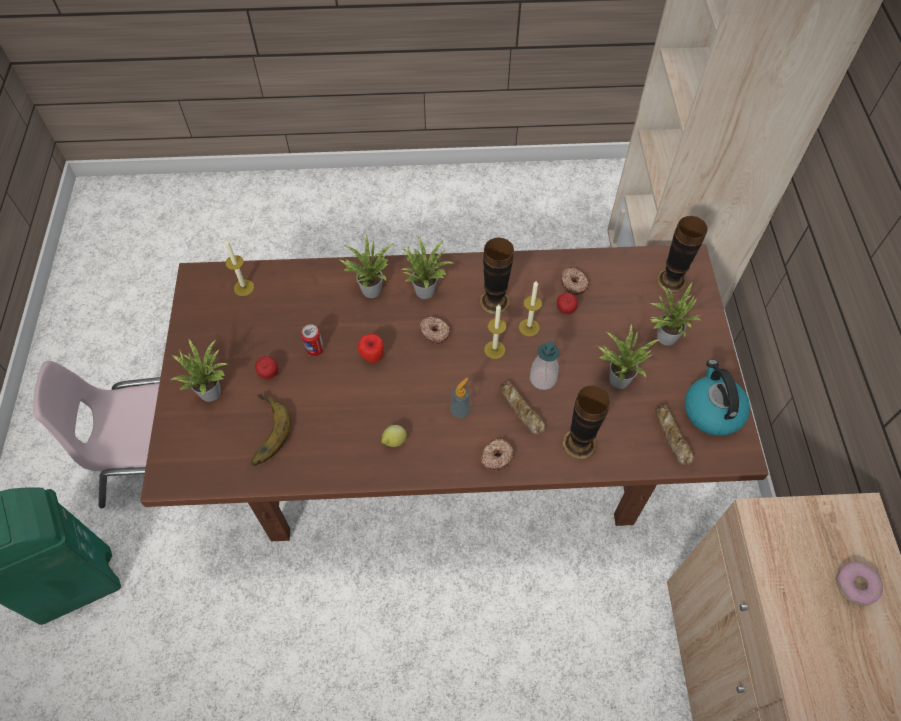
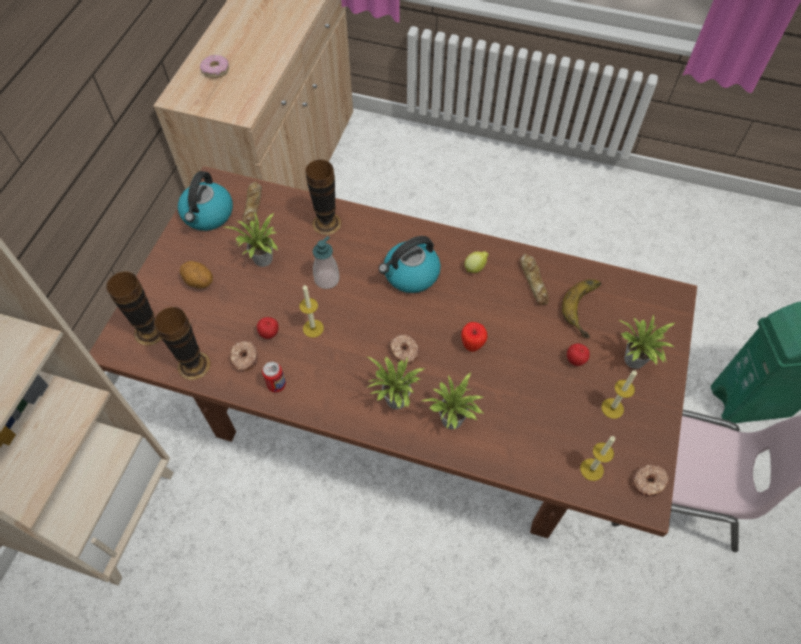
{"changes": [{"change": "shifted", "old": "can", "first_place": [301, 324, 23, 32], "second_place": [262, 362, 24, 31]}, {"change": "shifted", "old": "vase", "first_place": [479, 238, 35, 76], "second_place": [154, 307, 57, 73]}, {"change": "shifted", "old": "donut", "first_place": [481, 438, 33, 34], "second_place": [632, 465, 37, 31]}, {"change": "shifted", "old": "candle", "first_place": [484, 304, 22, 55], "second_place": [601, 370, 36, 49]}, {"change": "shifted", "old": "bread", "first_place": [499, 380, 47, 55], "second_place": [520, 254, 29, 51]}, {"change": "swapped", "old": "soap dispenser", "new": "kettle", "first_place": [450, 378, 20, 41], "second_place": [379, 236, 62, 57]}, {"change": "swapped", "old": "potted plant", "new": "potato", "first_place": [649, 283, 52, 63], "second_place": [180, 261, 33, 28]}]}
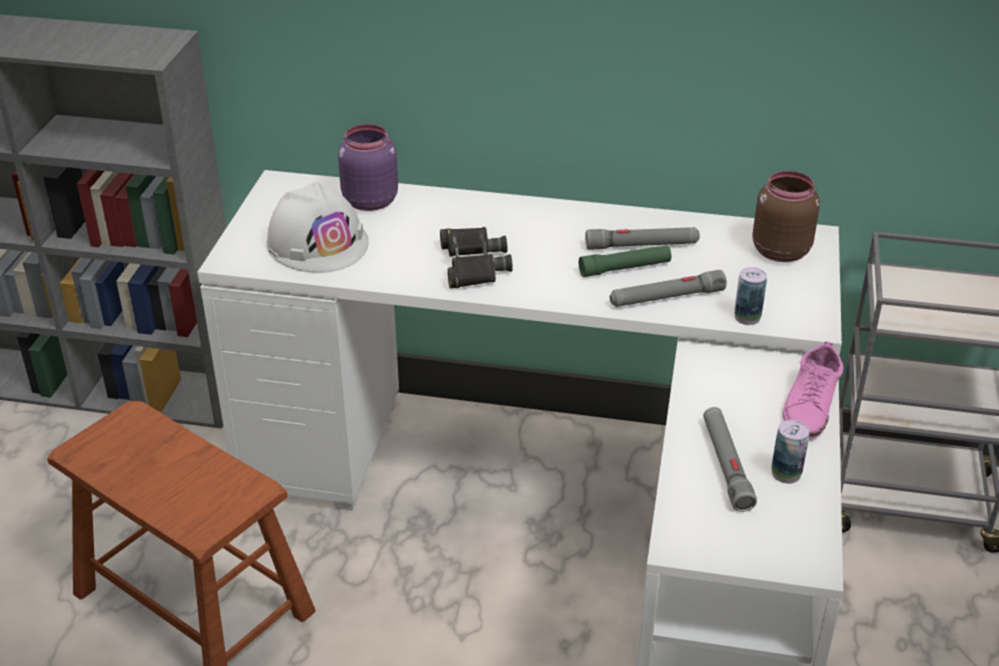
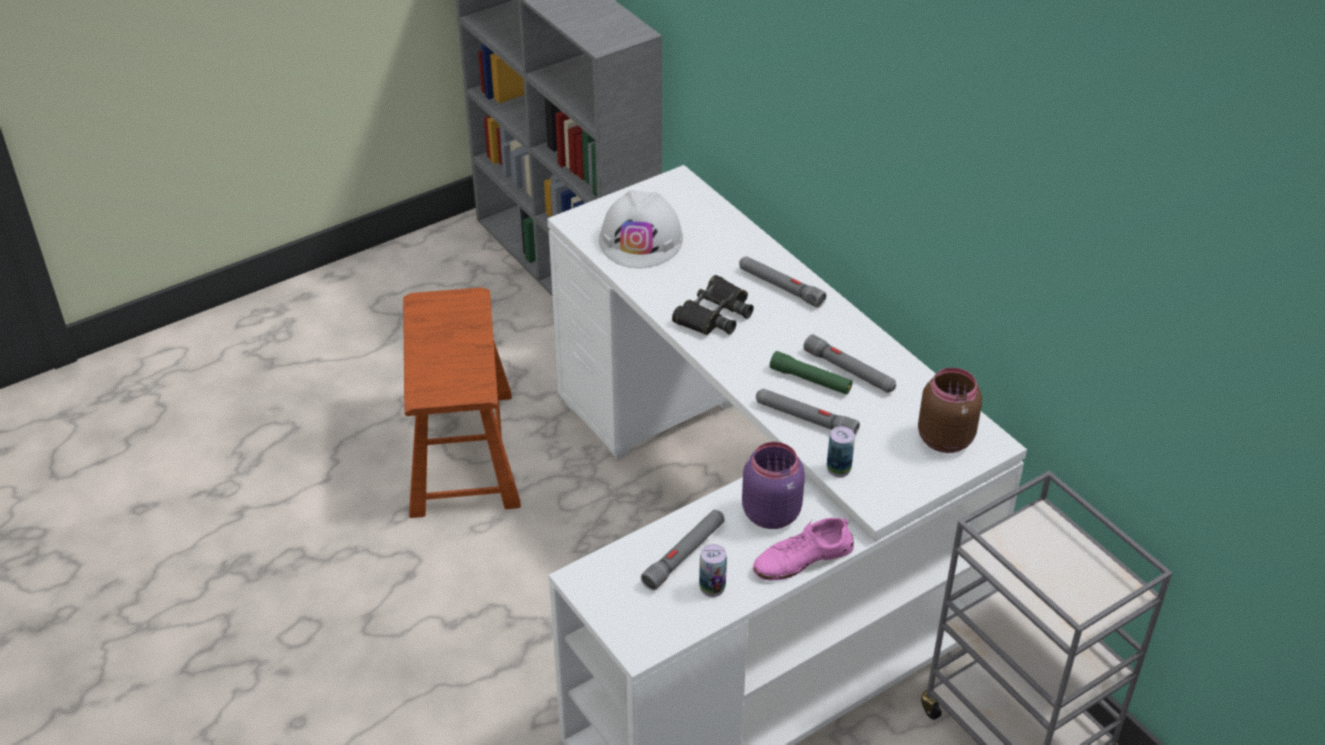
{"changes": [{"change": "new", "new": "grey flashlight", "second_place": [739, 256, 87, 52]}, {"change": "shifted", "old": "purple jar", "first_place": [338, 124, 60, 87], "second_place": [742, 442, 63, 87]}]}
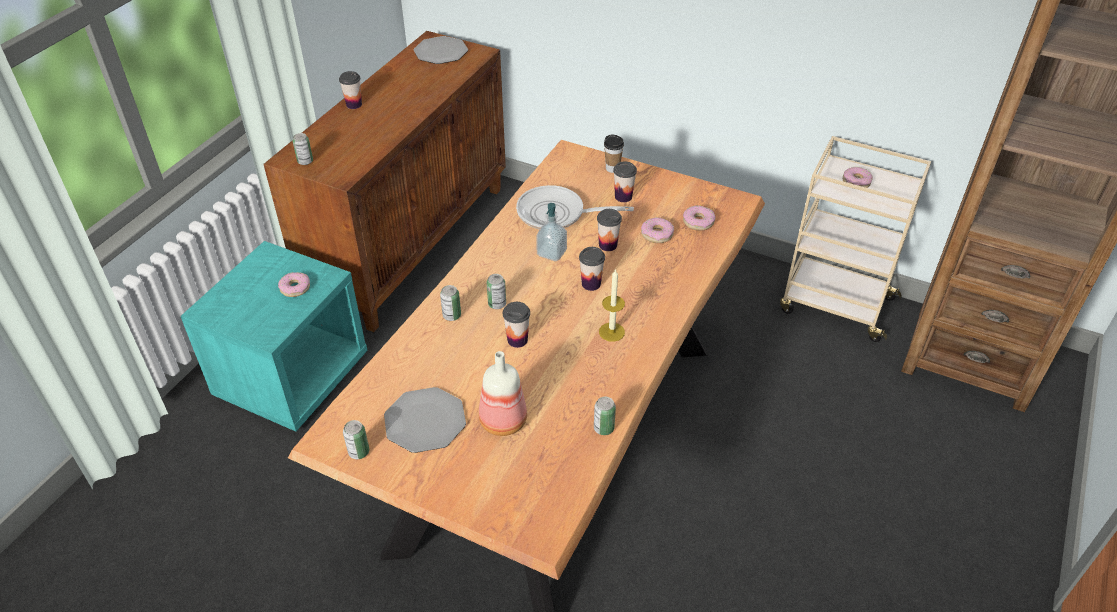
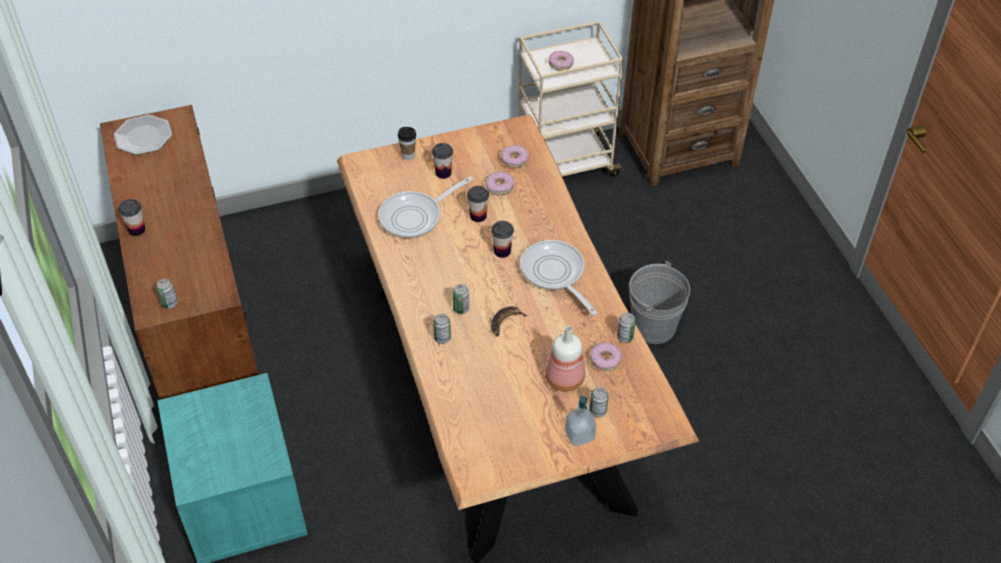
{"changes": [{"change": "gone", "old": "plate", "first_place": [384, 387, 82, 66]}, {"change": "new", "new": "grey bucket", "second_place": [629, 261, 61, 83]}, {"change": "shifted", "old": "donut", "first_place": [278, 272, 32, 25], "second_place": [590, 342, 32, 29]}, {"change": "shifted", "old": "can", "first_place": [343, 420, 27, 39], "second_place": [589, 387, 19, 31]}, {"change": "shifted", "old": "soap dispenser", "first_place": [536, 203, 31, 58], "second_place": [565, 396, 31, 50]}, {"change": "swapped", "old": "cup", "new": "banana", "first_place": [503, 302, 27, 46], "second_place": [491, 306, 36, 30]}, {"change": "swapped", "old": "candle", "new": "frying pan", "first_place": [599, 269, 26, 73], "second_place": [520, 240, 77, 75]}]}
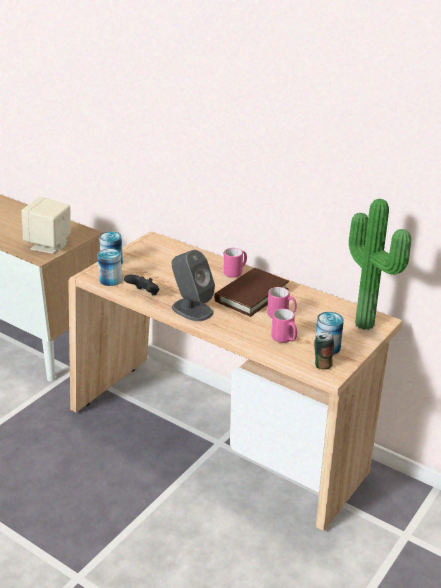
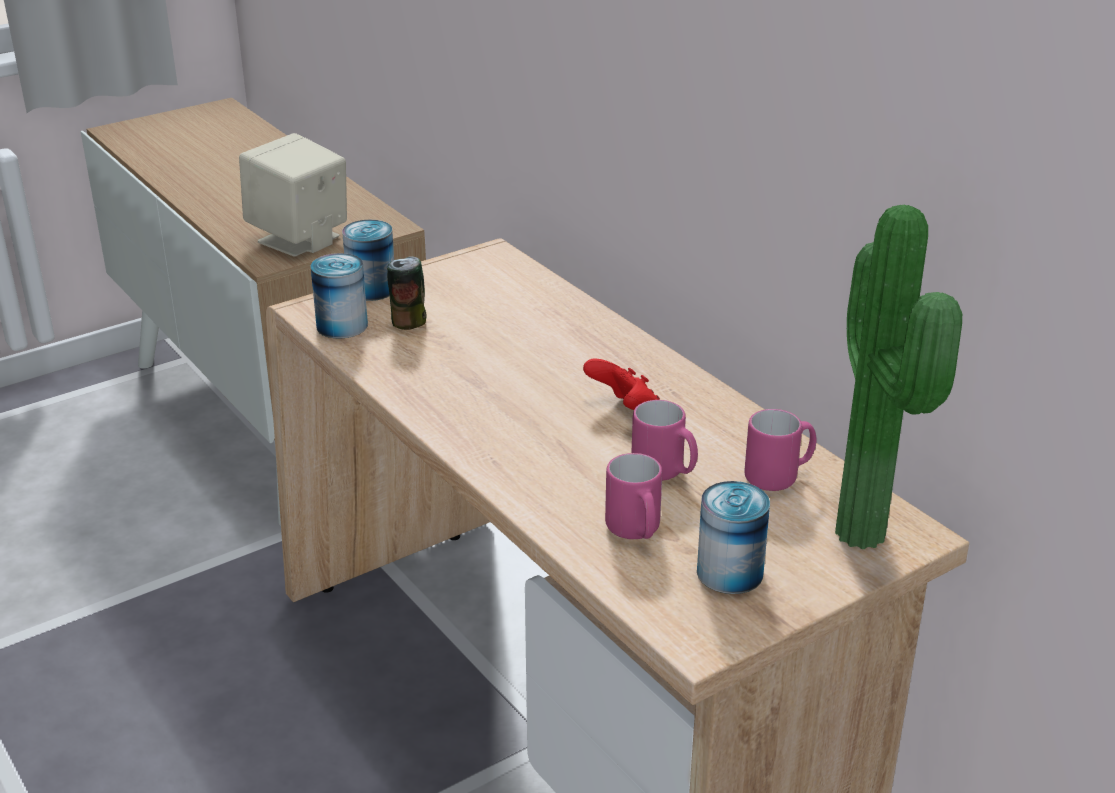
{"changes": [{"change": "gone", "old": "black game controller", "first_place": [124, 275, 35, 21]}, {"change": "gone", "old": "grey speaker", "first_place": [172, 250, 43, 71]}, {"change": "shifted", "old": "pink mug", "first_place": [223, 248, 24, 30], "second_place": [744, 409, 72, 82]}, {"change": "shifted", "old": "can", "first_place": [314, 331, 20, 39], "second_place": [387, 256, 40, 74]}, {"change": "swapped", "old": "brown book", "new": "red game controller", "first_place": [214, 268, 75, 49], "second_place": [583, 358, 77, 52]}]}
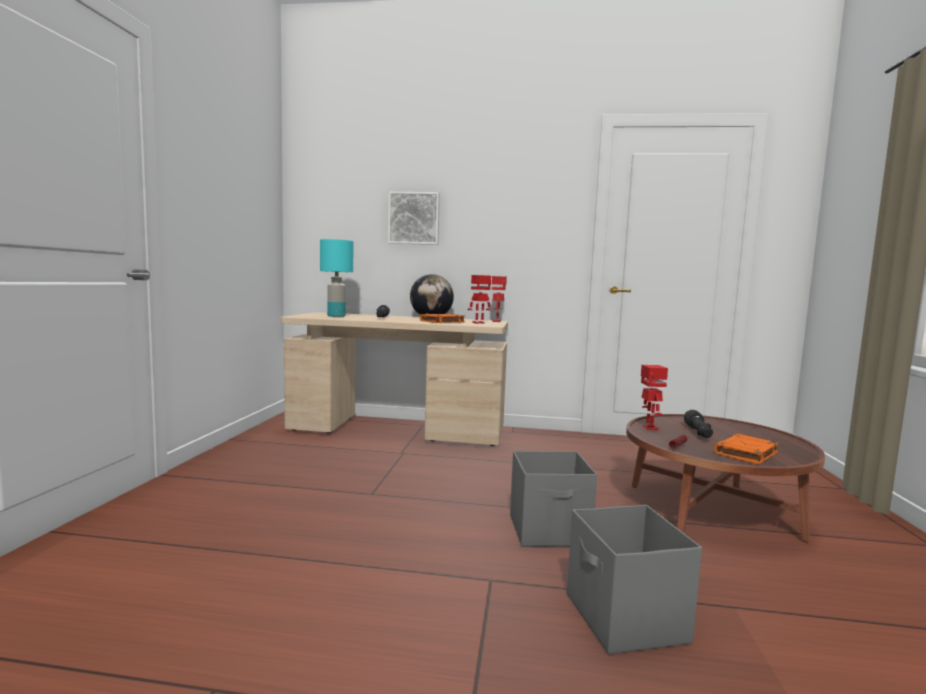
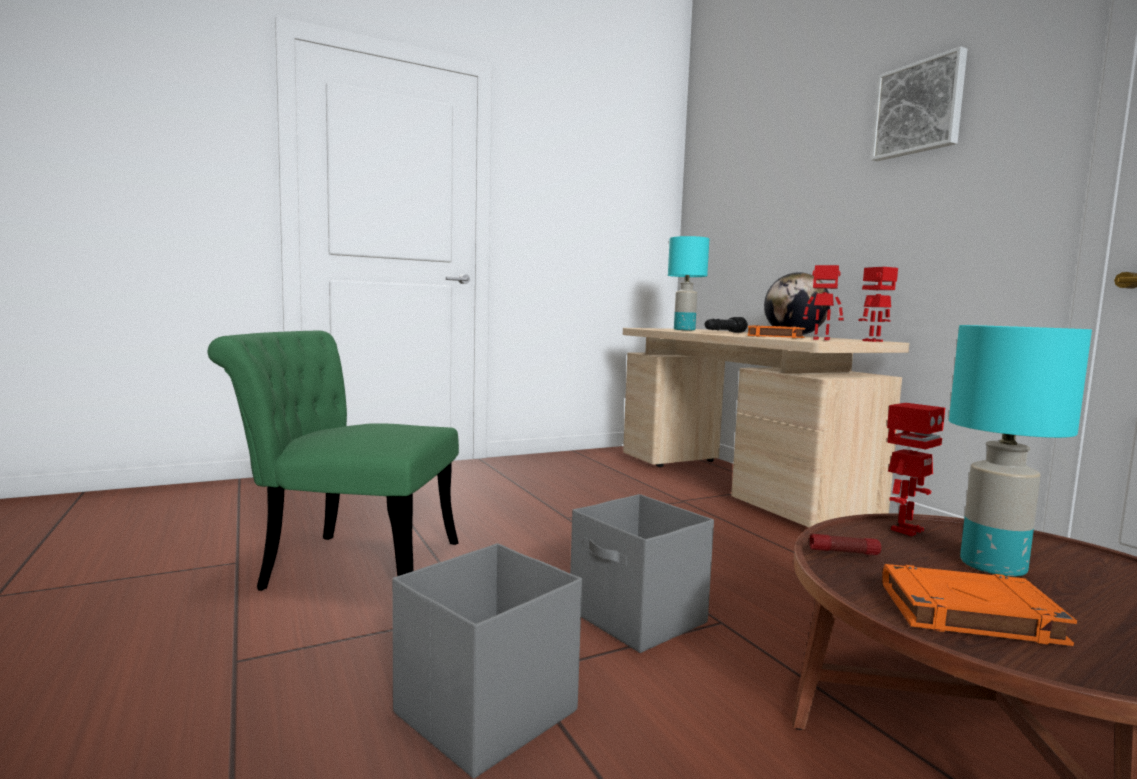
{"changes": [{"change": "new", "new": "green chair", "second_place": [208, 330, 251, 261]}, {"change": "shifted", "old": "picture", "first_place": [388, 192, 52, 53], "second_place": [871, 46, 96, 115]}, {"change": "swapped", "old": "black flashlight", "new": "turquoise table lamp", "first_place": [684, 410, 29, 28], "second_place": [949, 325, 143, 252]}]}
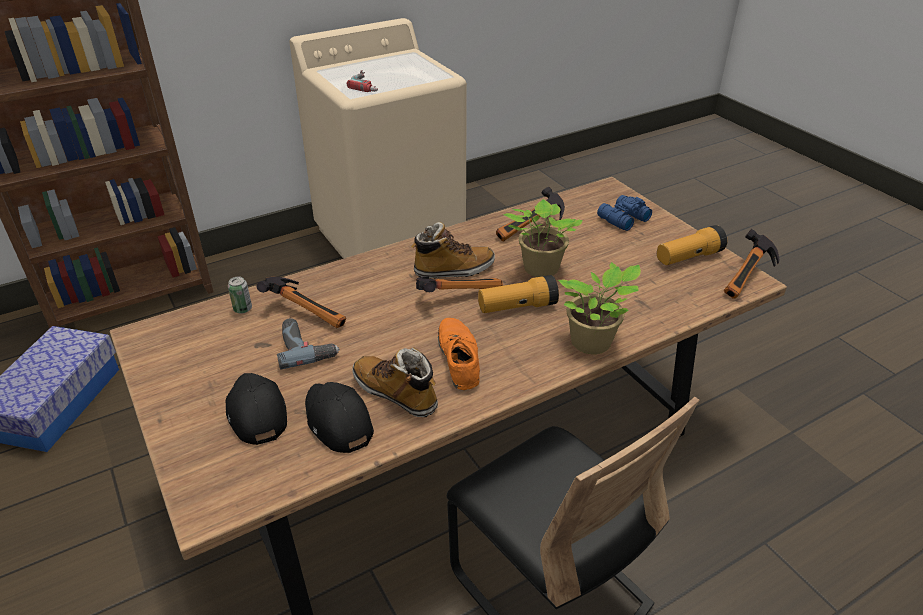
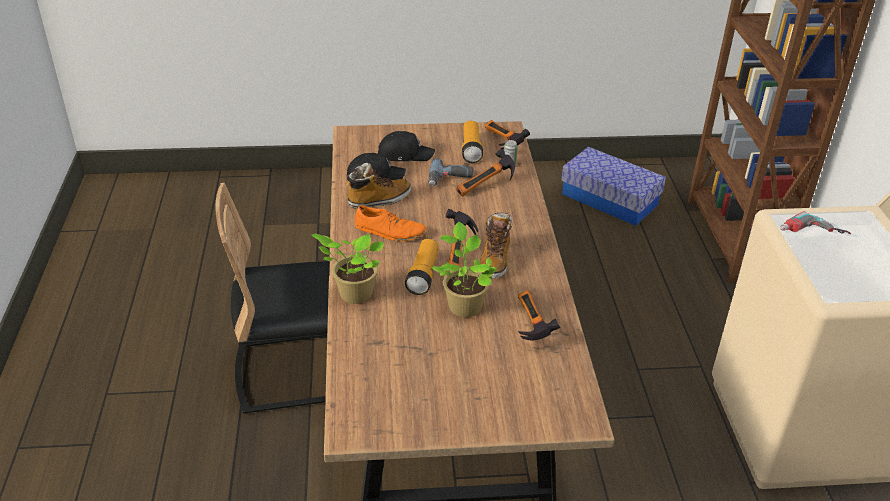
{"changes": [{"change": "gone", "old": "blue binoculars", "first_place": [597, 195, 55, 36]}, {"change": "shifted", "old": "flashlight", "first_place": [657, 225, 70, 40], "second_place": [462, 121, 21, 42]}, {"change": "shifted", "old": "hammer", "first_place": [724, 229, 55, 70], "second_place": [485, 120, 45, 30]}]}
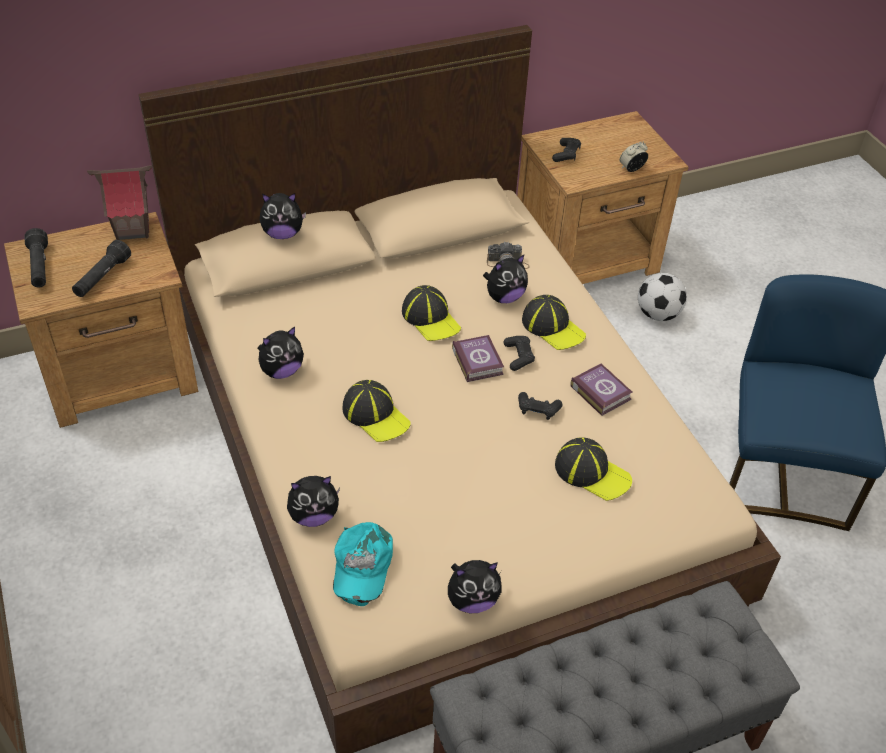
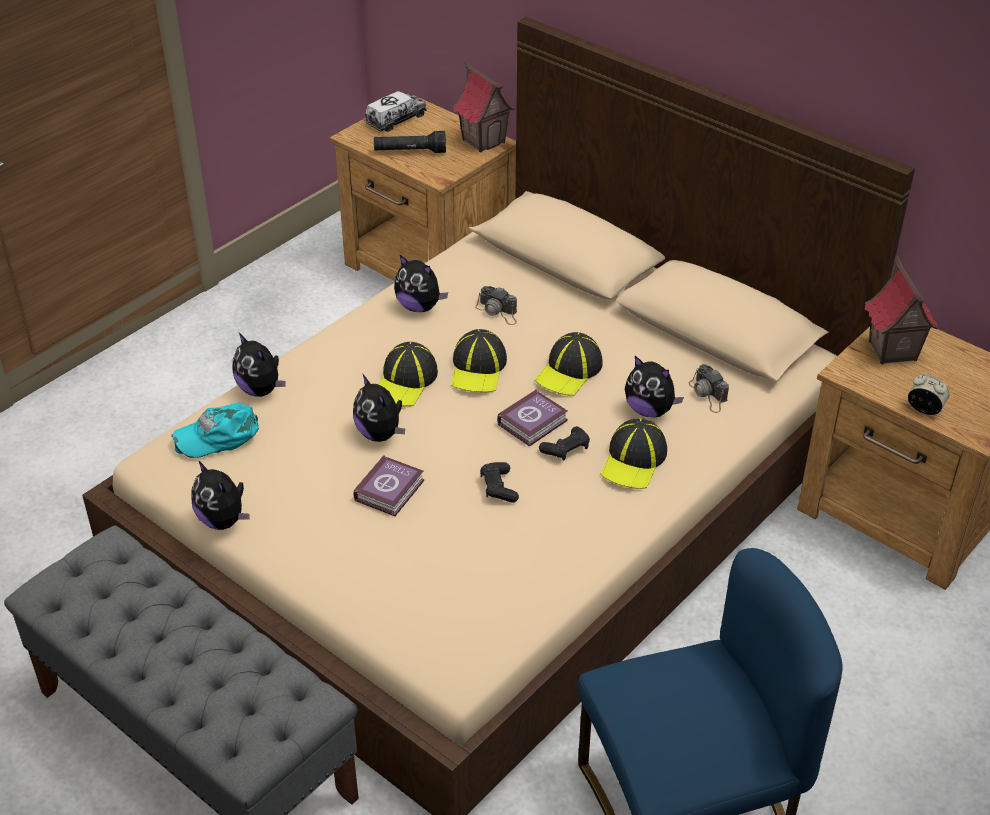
{"changes": [{"change": "gone", "old": "football", "first_place": [638, 273, 49, 48]}, {"change": "new", "new": "photo camera", "second_place": [475, 286, 42, 39]}, {"change": "shifted", "old": "plush toy", "first_place": [260, 193, 46, 46], "second_place": [353, 375, 52, 67]}, {"change": "shifted", "old": "cap", "first_place": [555, 437, 77, 64], "second_place": [451, 329, 56, 63]}, {"change": "shifted", "old": "book", "first_place": [571, 364, 61, 52], "second_place": [353, 455, 71, 61]}, {"change": "swapped", "old": "black flashlight", "new": "toy truck", "first_place": [24, 228, 24, 60], "second_place": [365, 91, 62, 41]}, {"change": "swapped", "old": "black game controller", "new": "toy house", "first_place": [552, 138, 29, 24], "second_place": [865, 255, 73, 110]}]}
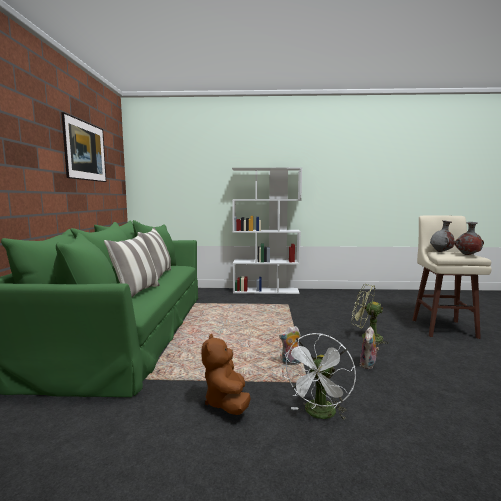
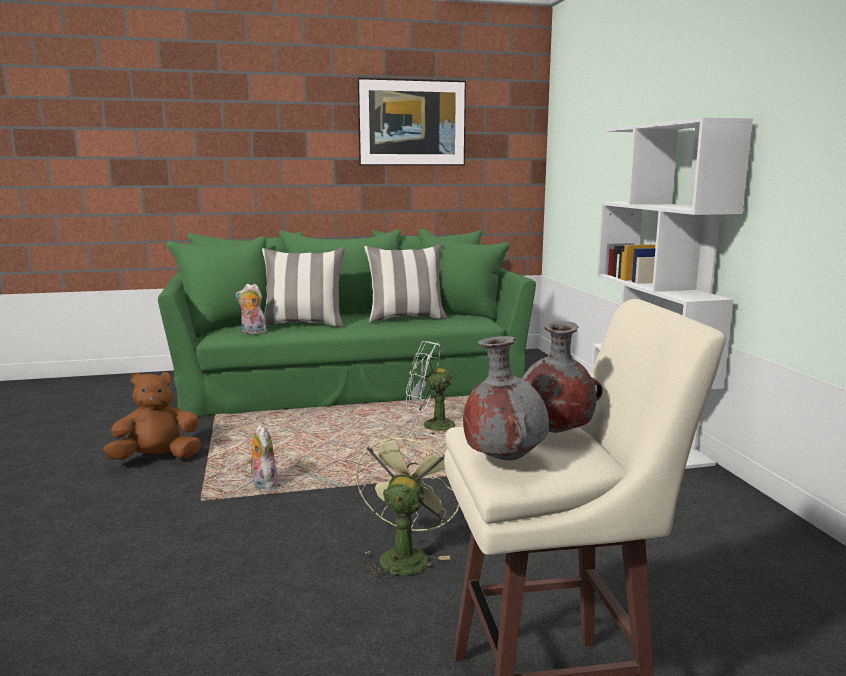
{"changes": [{"change": "shifted", "old": "white fan", "first_place": [283, 333, 73, 87], "second_place": [406, 341, 49, 94]}, {"change": "shifted", "old": "plush toy", "first_place": [360, 326, 19, 43], "second_place": [236, 284, 31, 50]}]}
